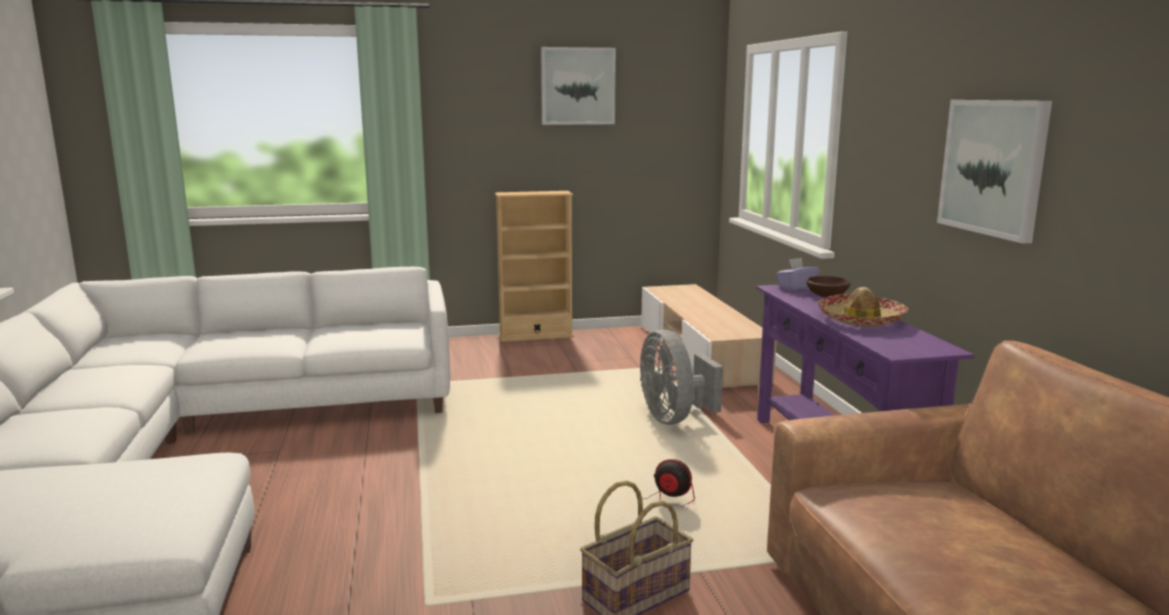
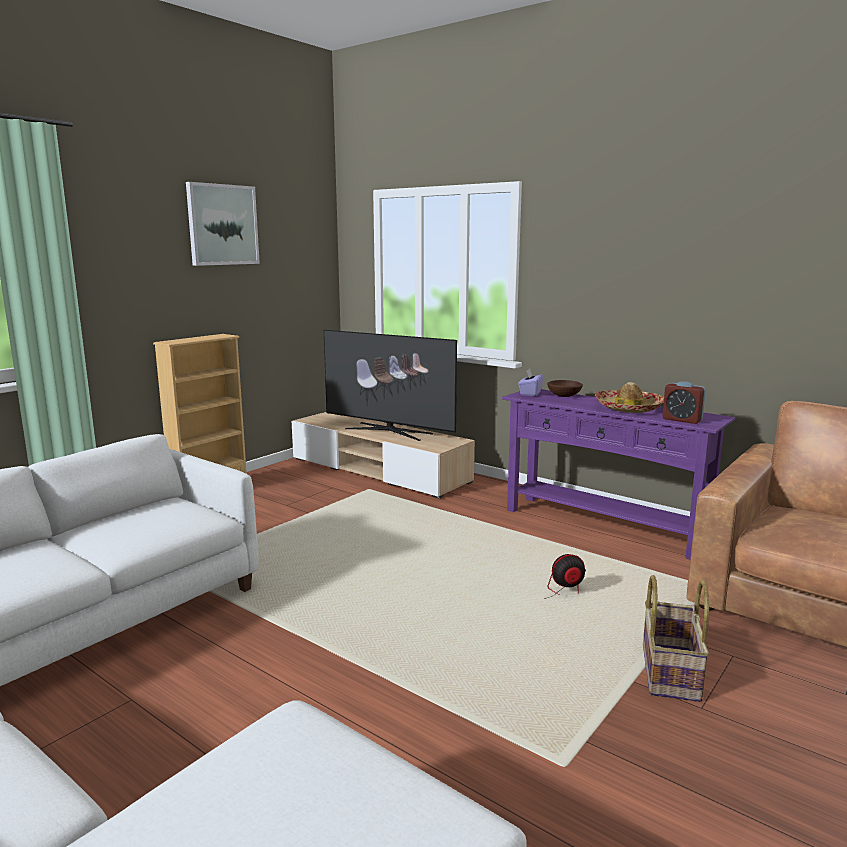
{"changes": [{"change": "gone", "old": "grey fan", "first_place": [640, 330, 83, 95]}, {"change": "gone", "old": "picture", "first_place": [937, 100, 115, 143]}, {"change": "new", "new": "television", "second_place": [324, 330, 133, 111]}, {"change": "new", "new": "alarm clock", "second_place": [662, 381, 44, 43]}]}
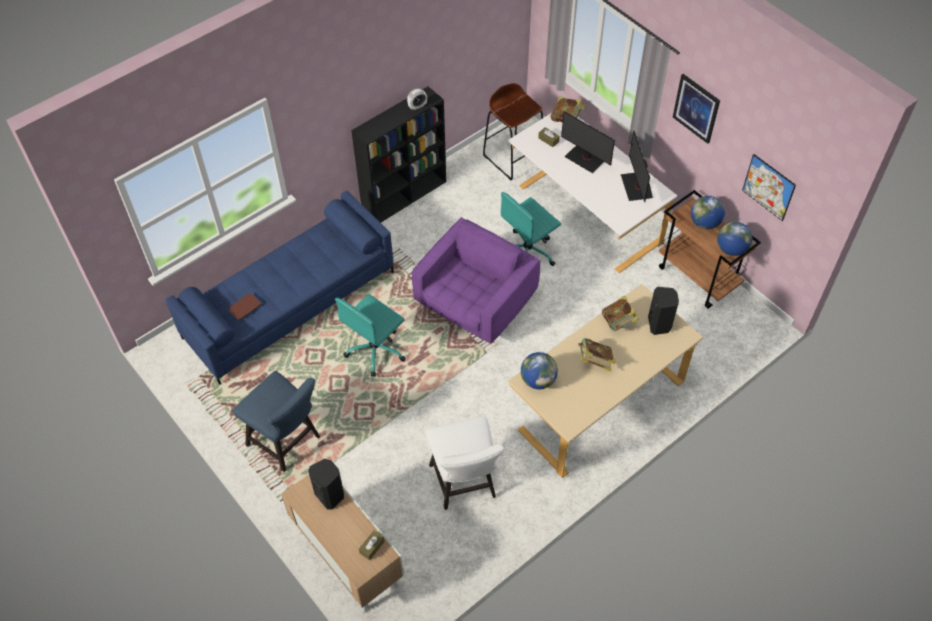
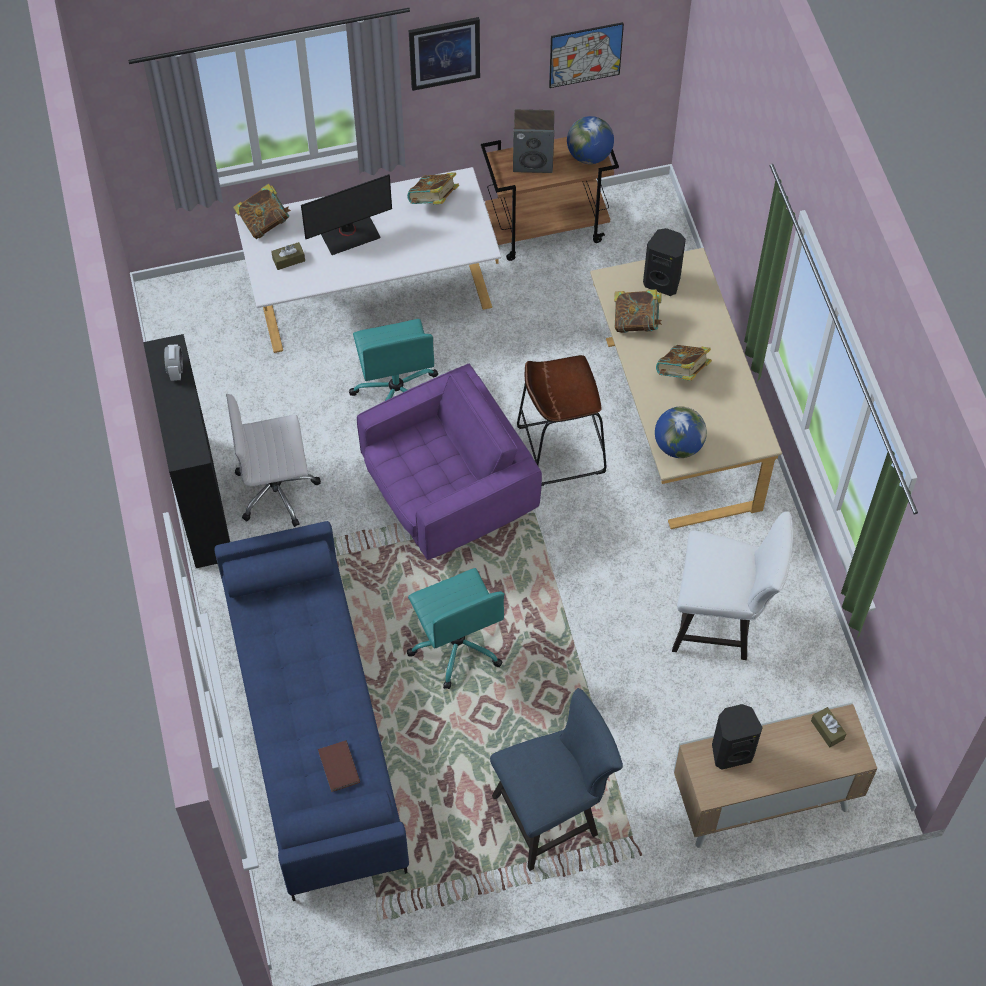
{"changes": [{"change": "new", "new": "white office chair", "second_place": [226, 394, 95, 133]}, {"change": "shifted", "old": "brown stool", "first_place": [483, 83, 60, 97], "second_place": [517, 355, 90, 131]}, {"change": "swapped", "old": "monitor", "new": "book", "first_place": [621, 131, 32, 71], "second_place": [407, 172, 52, 32]}, {"change": "swapped", "old": "globe", "new": "speaker", "first_place": [691, 196, 34, 33], "second_place": [513, 109, 41, 64]}, {"change": "rotated", "old": "purple armchair", "first_place": [412, 217, 128, 127], "second_place": [357, 364, 185, 196], "degrees": 90}]}
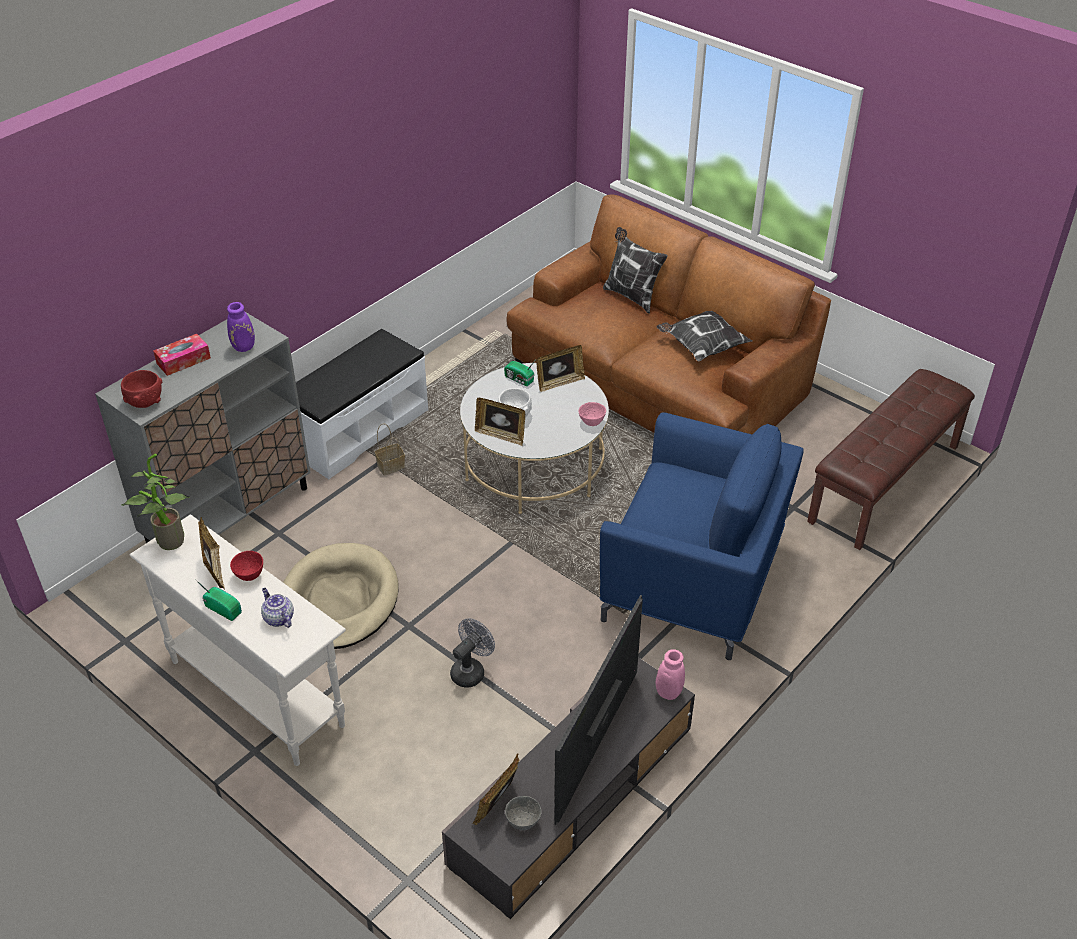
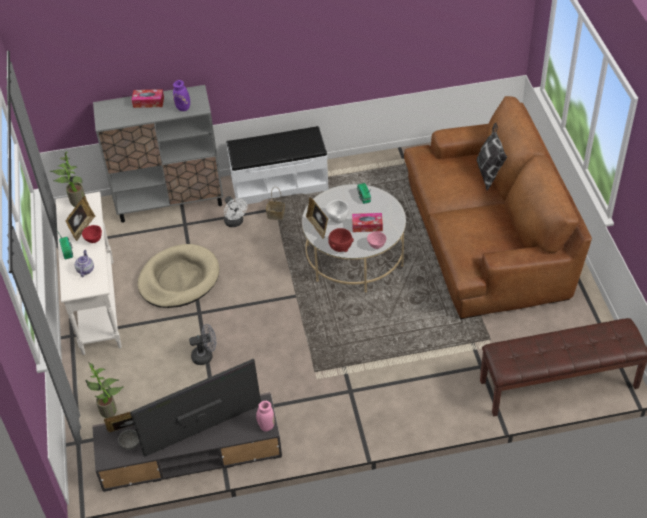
{"changes": [{"change": "gone", "old": "picture frame", "first_place": [536, 345, 49, 47]}, {"change": "gone", "old": "blue armchair", "first_place": [600, 412, 204, 248]}, {"change": "gone", "old": "pillow", "first_place": [657, 311, 95, 50]}, {"change": "new", "new": "potted plant", "second_place": [85, 362, 39, 56]}, {"change": "new", "new": "white fan", "second_place": [224, 196, 23, 31]}, {"change": "new", "new": "tissue box", "second_place": [352, 213, 31, 19]}, {"change": "shifted", "old": "red bowl", "first_place": [121, 370, 41, 38], "second_place": [328, 228, 26, 24]}]}
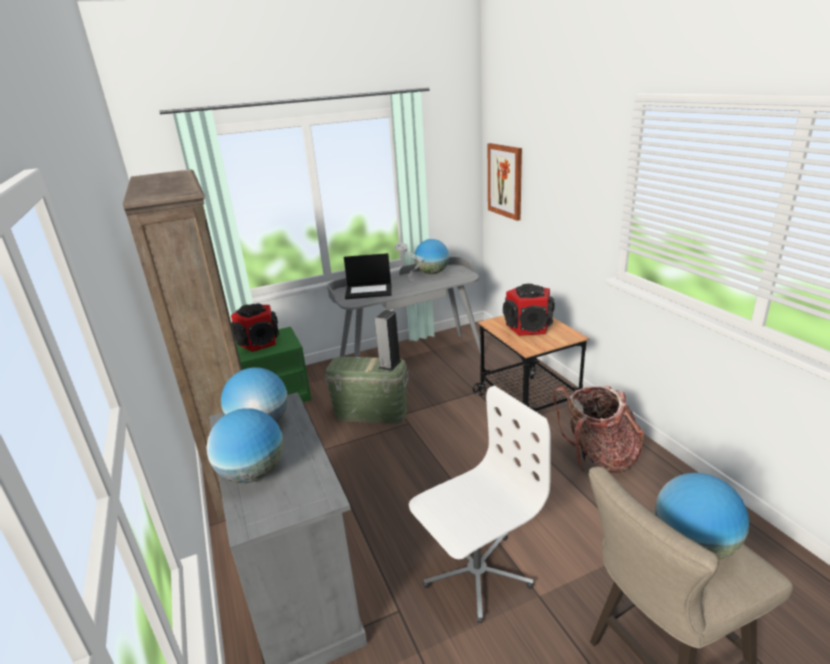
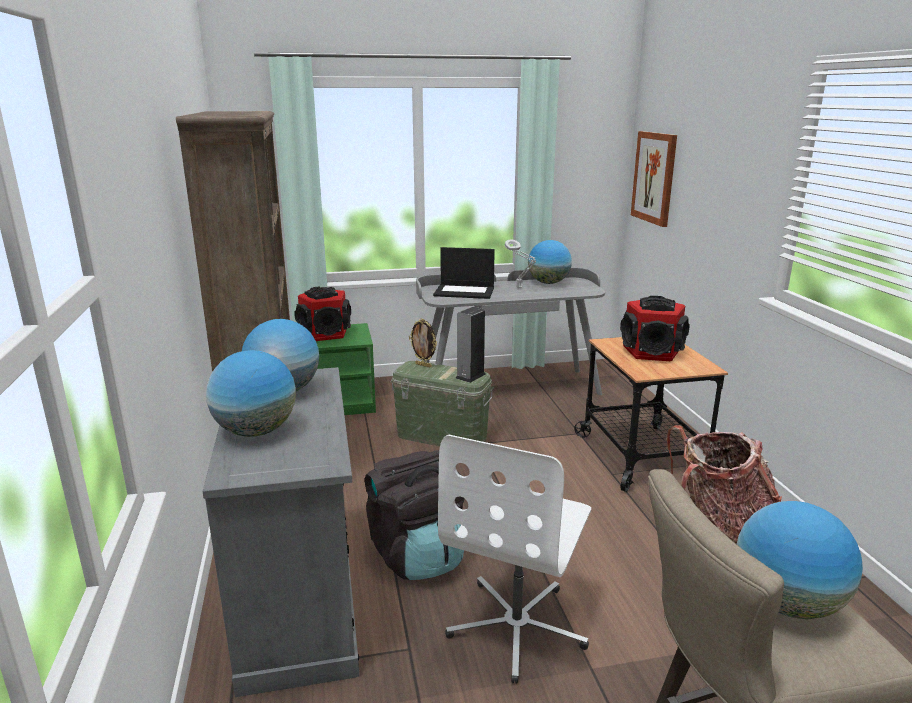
{"changes": [{"change": "new", "new": "black backpack", "second_place": [365, 450, 100, 130]}, {"change": "new", "new": "picture frame", "second_place": [409, 319, 28, 48]}, {"change": "rotated", "old": "white office chair", "first_place": [409, 386, 142, 237], "second_place": [438, 435, 153, 249], "degrees": 135}]}
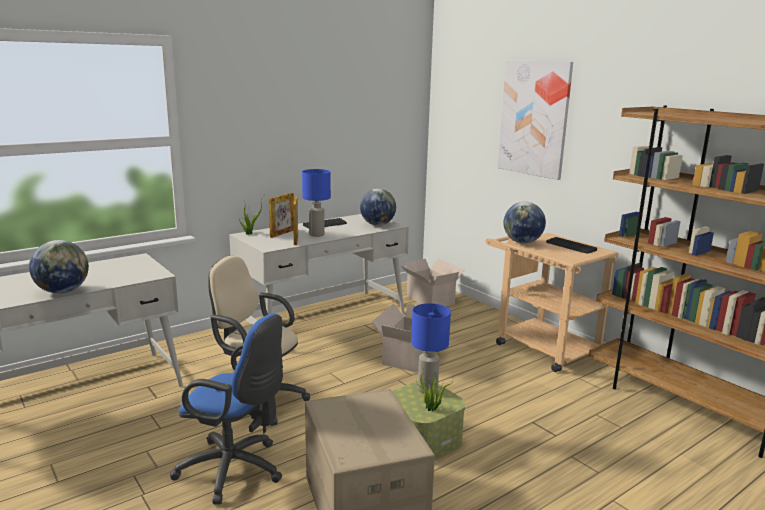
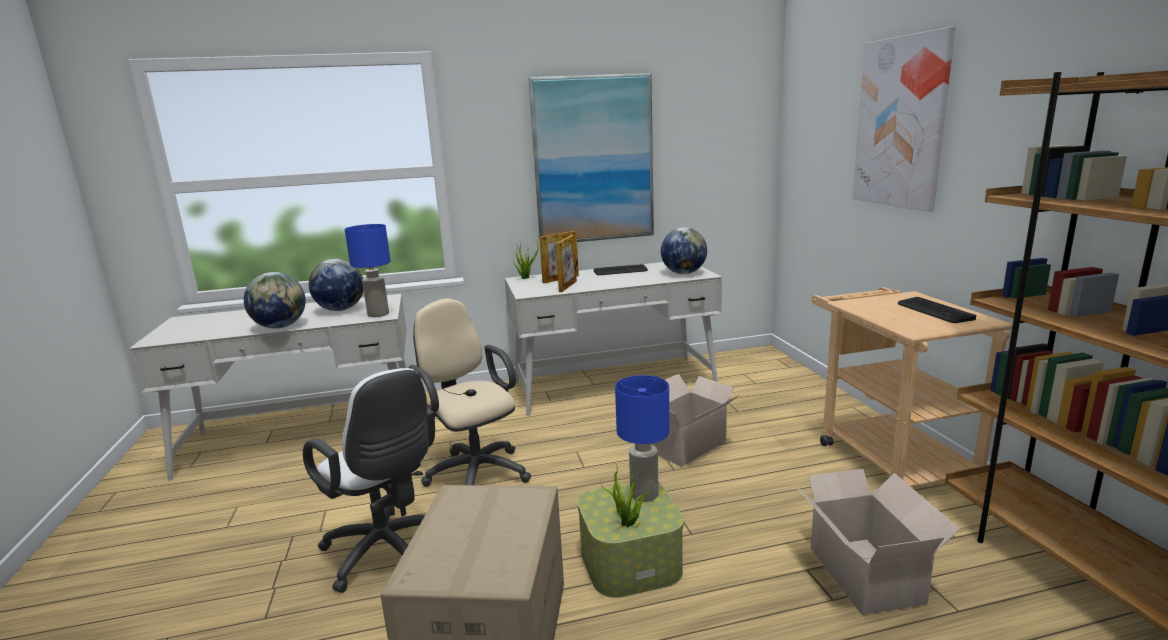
{"changes": [{"change": "new", "new": "picture", "second_place": [528, 73, 126, 169]}, {"change": "shifted", "old": "blue table lamp", "first_place": [302, 169, 29, 68], "second_place": [344, 224, 47, 93]}, {"change": "shifted", "old": "cardboard box", "first_place": [400, 258, 64, 49], "second_place": [795, 469, 165, 146]}, {"change": "shifted", "old": "globe", "first_place": [503, 202, 43, 41], "second_place": [309, 259, 54, 52]}, {"change": "repainted", "old": "blue office chair", "new": "white office chair", "first_place": [170, 313, 113, 192], "second_place": [303, 368, 132, 225]}]}
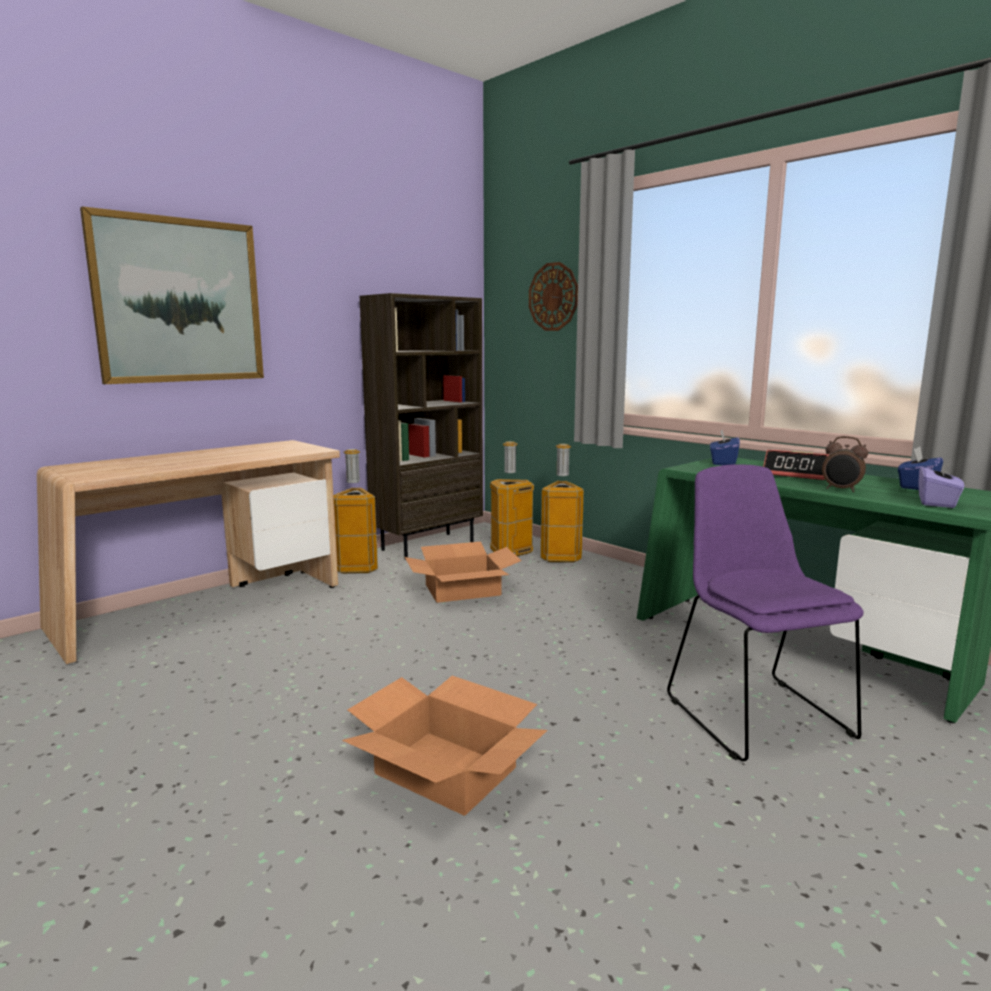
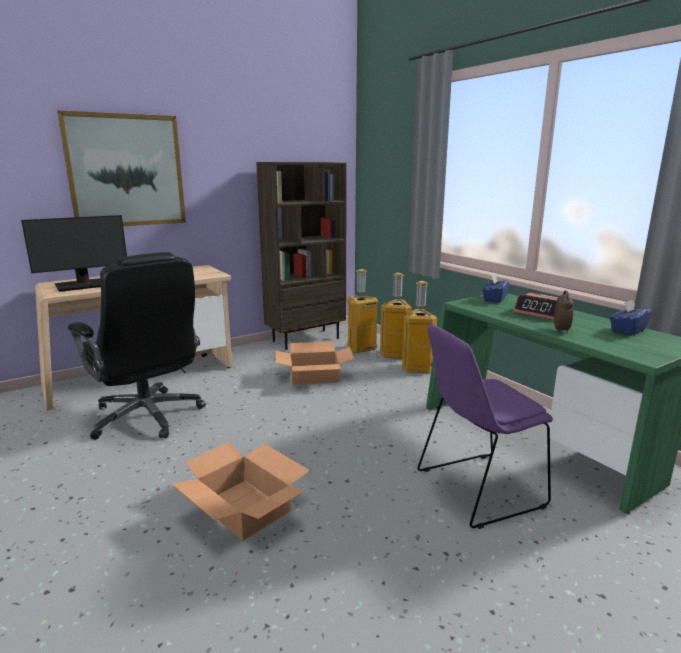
{"changes": [{"change": "gone", "old": "wall clock", "first_place": [529, 262, 49, 69]}, {"change": "gone", "old": "purple tissue box", "first_place": [918, 461, 47, 47]}, {"change": "new", "new": "monitor", "second_place": [21, 215, 106, 77]}, {"change": "new", "new": "black office chair", "second_place": [68, 252, 138, 188]}, {"change": "shifted", "old": "trash can", "first_place": [333, 449, 45, 125], "second_place": [402, 281, 35, 92]}, {"change": "rotated", "old": "purple chair", "first_place": [667, 464, 196, 297], "second_place": [418, 324, 135, 205], "degrees": -105}, {"change": "rotated", "old": "alarm clock", "first_place": [822, 436, 46, 56], "second_place": [554, 291, 19, 43], "degrees": -120}]}
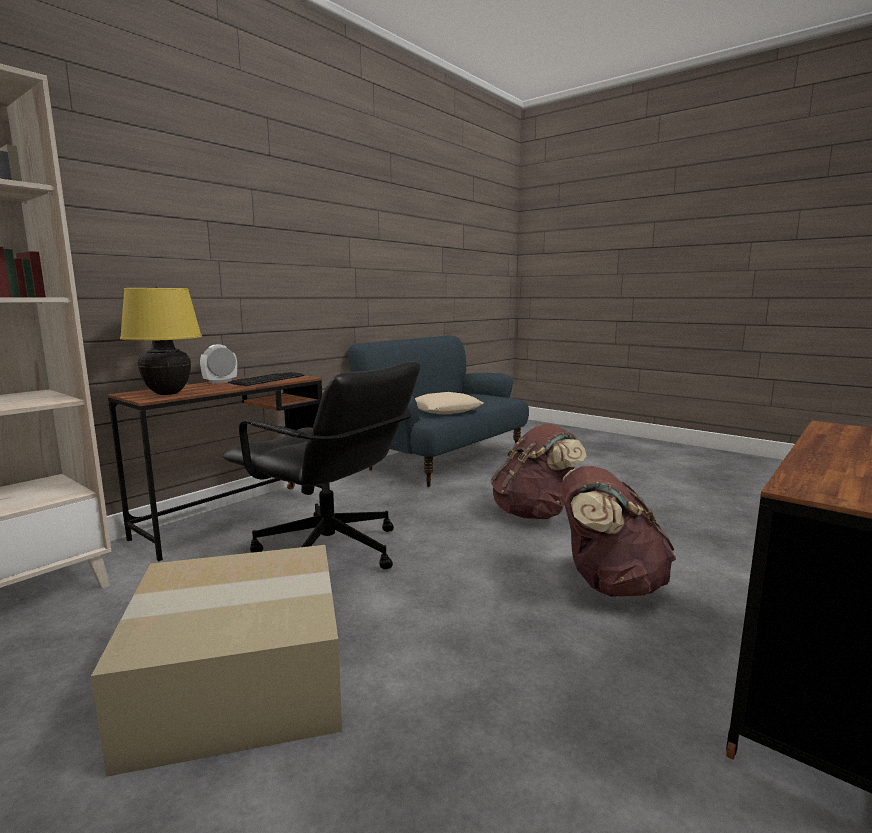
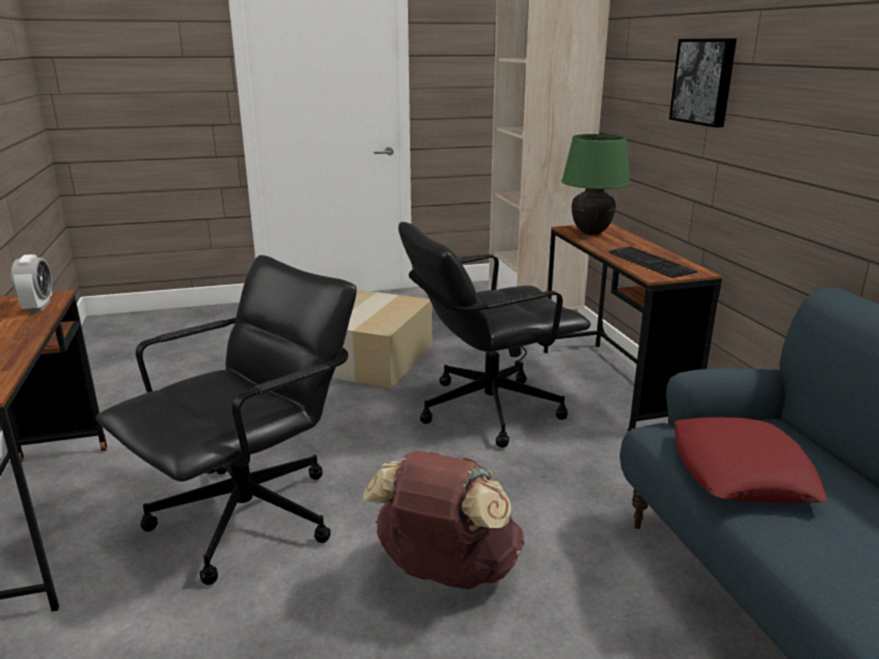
{"changes": [{"change": "new", "new": "picture", "second_place": [669, 38, 68, 90]}, {"change": "shifted", "old": "alarm clock", "first_place": [200, 345, 37, 39], "second_place": [11, 254, 41, 59]}, {"change": "swapped", "old": "brown backpack", "new": "black office chair", "first_place": [560, 466, 116, 131], "second_place": [96, 255, 261, 330]}, {"change": "repainted", "old": "yellow table lamp", "new": "green table lamp", "first_place": [120, 286, 82, 109], "second_place": [561, 134, 69, 101]}, {"change": "repainted", "old": "beige pillow", "new": "red pillow", "first_place": [415, 392, 69, 23], "second_place": [674, 417, 154, 85]}]}
